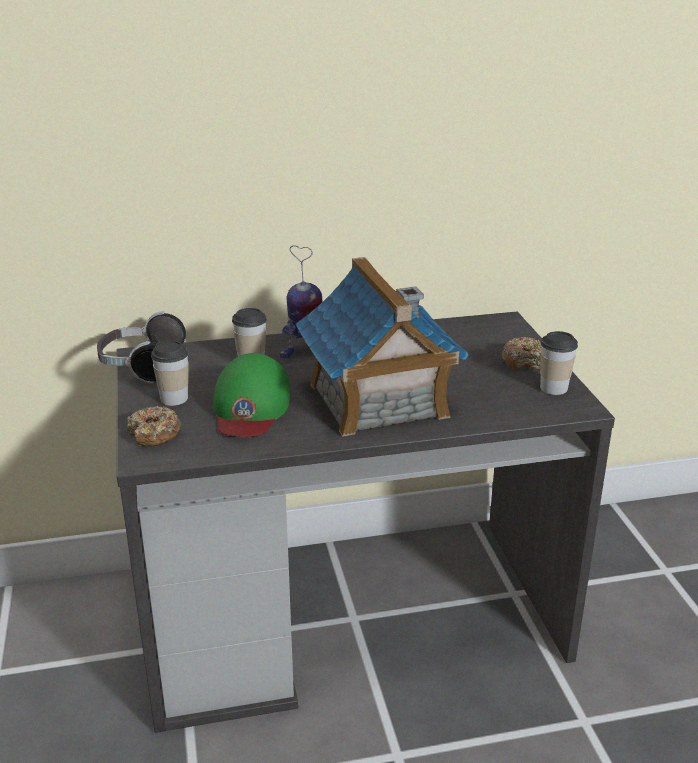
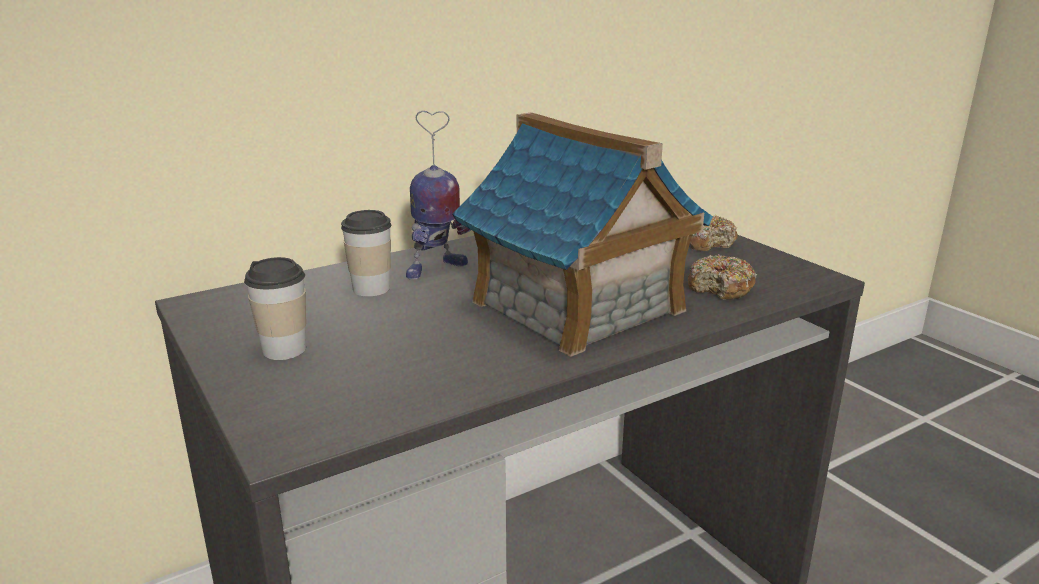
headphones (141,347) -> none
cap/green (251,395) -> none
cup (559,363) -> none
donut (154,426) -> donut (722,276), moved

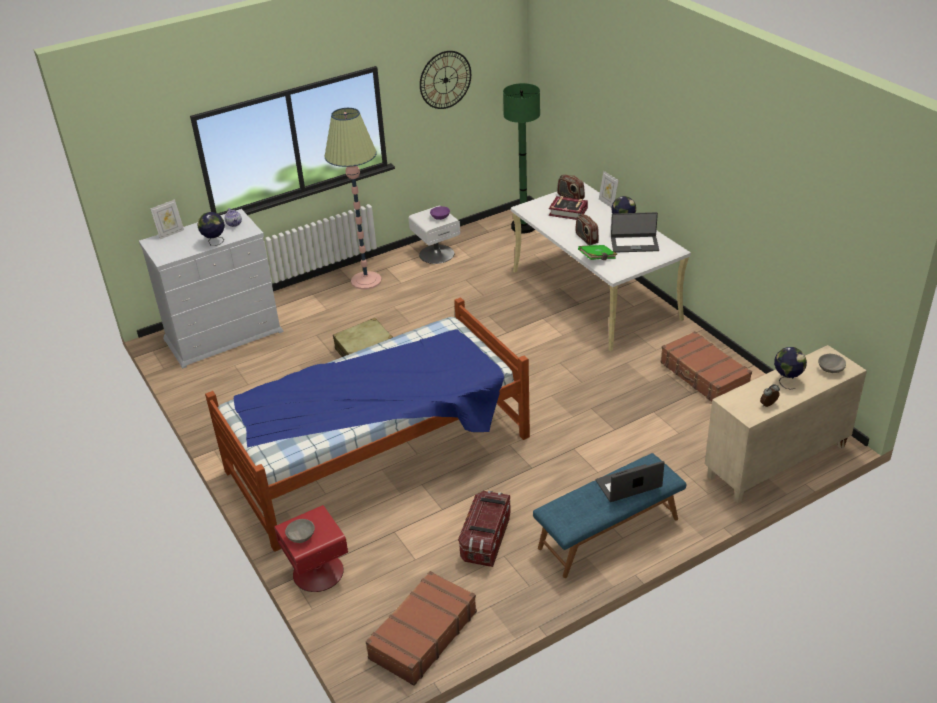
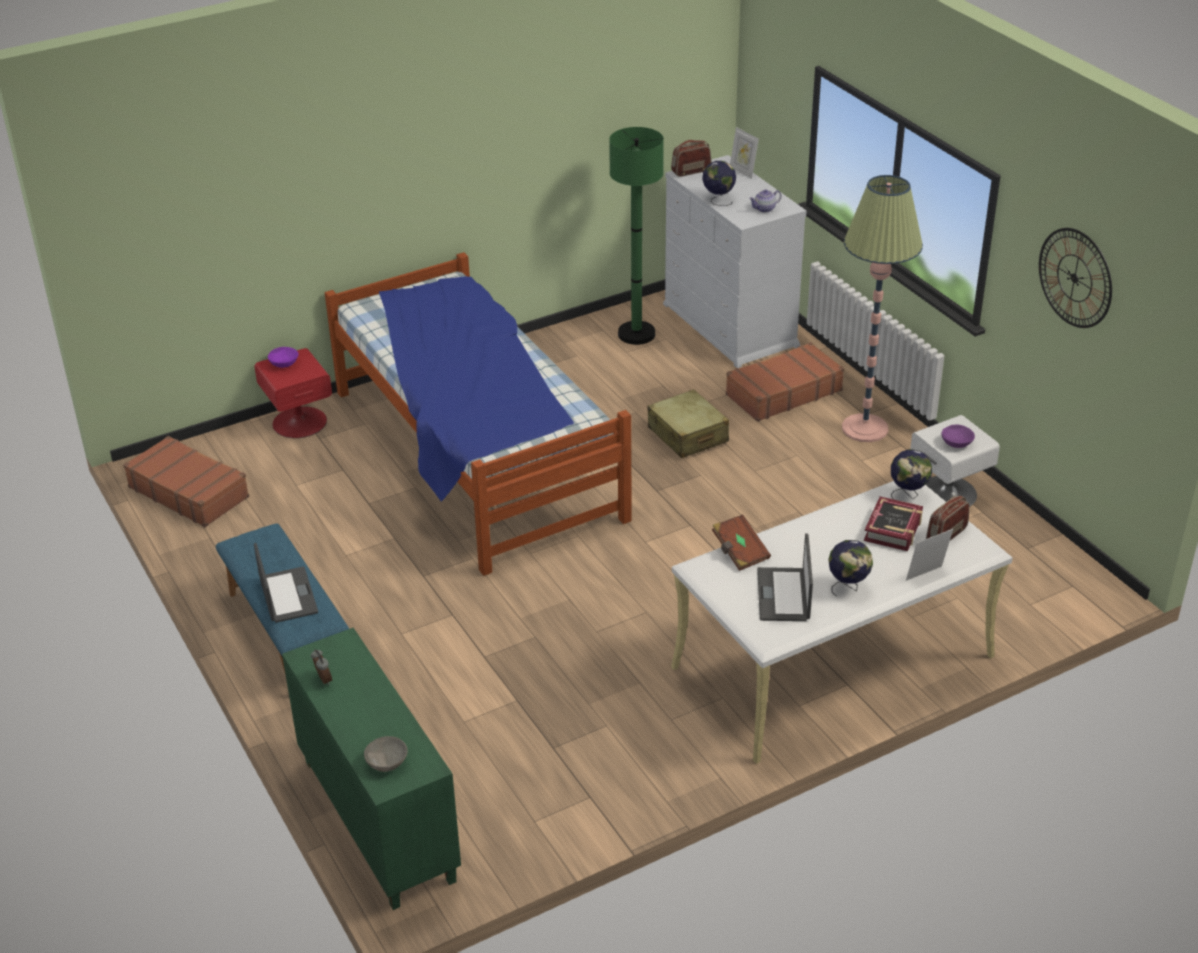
storage box (484,529) -> none
floor lamp/green (521,158) -> floor lamp/green (636,236), moved
radio (587,229) -> radio (691,158), moved
suitcase/brown (706,366) -> suitcase/brown (785,382), moved
globe (790,368) -> globe (911,474), moved
bowl/grey (300,531) -> bowl/purple (283,357)
book/green (597,252) -> book/brown (741,542)
cabinet/beige (786,424) -> cabinet/green (371,769)

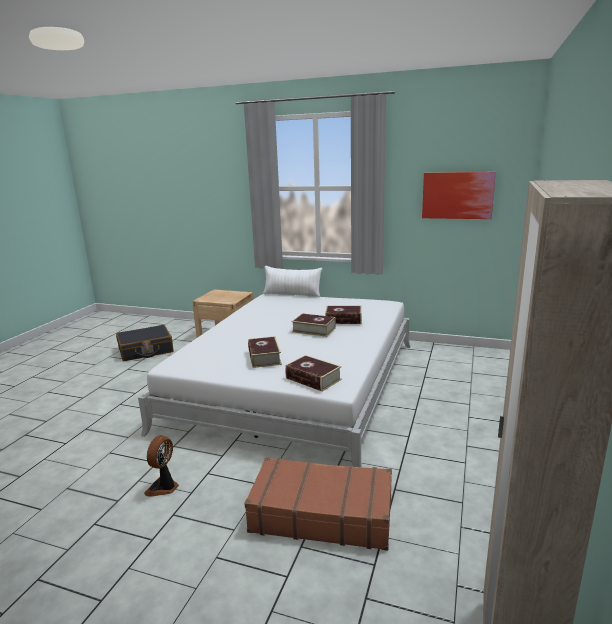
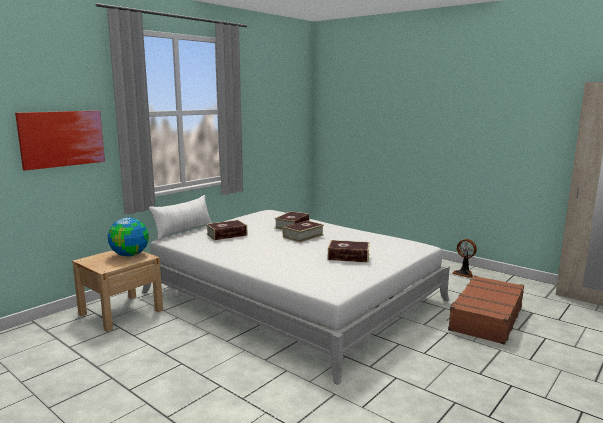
suitcase/black (145,343) -> none
none -> globe (128,237)
fan (161,465) -> fan (464,258), moved
book (313,373) -> book (226,230), moved
picture (459,195) -> picture (60,140), moved

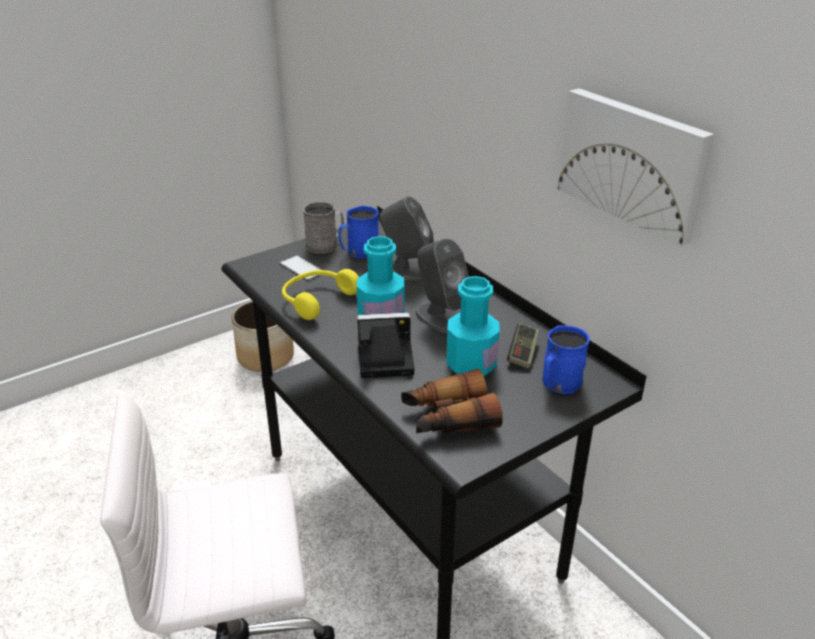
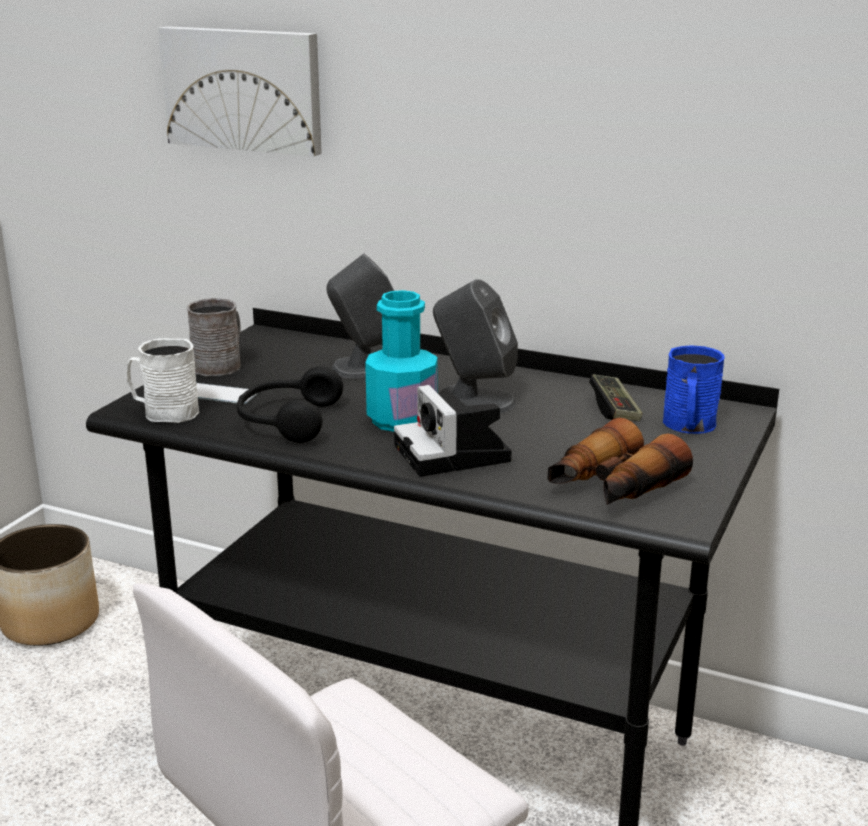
mug/blue (358,232) -> none
bottle/turquoise (473,326) -> none
none -> mug/white (162,380)
picture (636,167) -> picture (240,91), moved
headphones/yellow (320,294) -> headphones/black (290,404)
photo camera (385,345) -> photo camera (453,431), 75 degrees counterclockwise

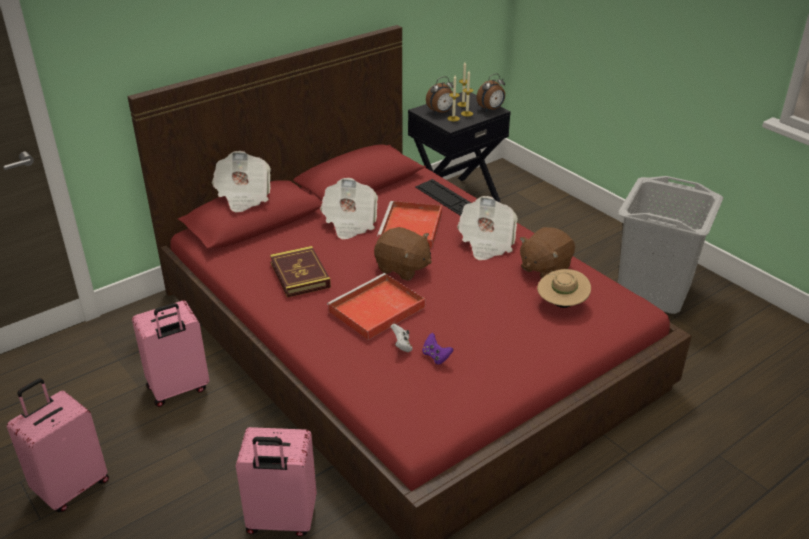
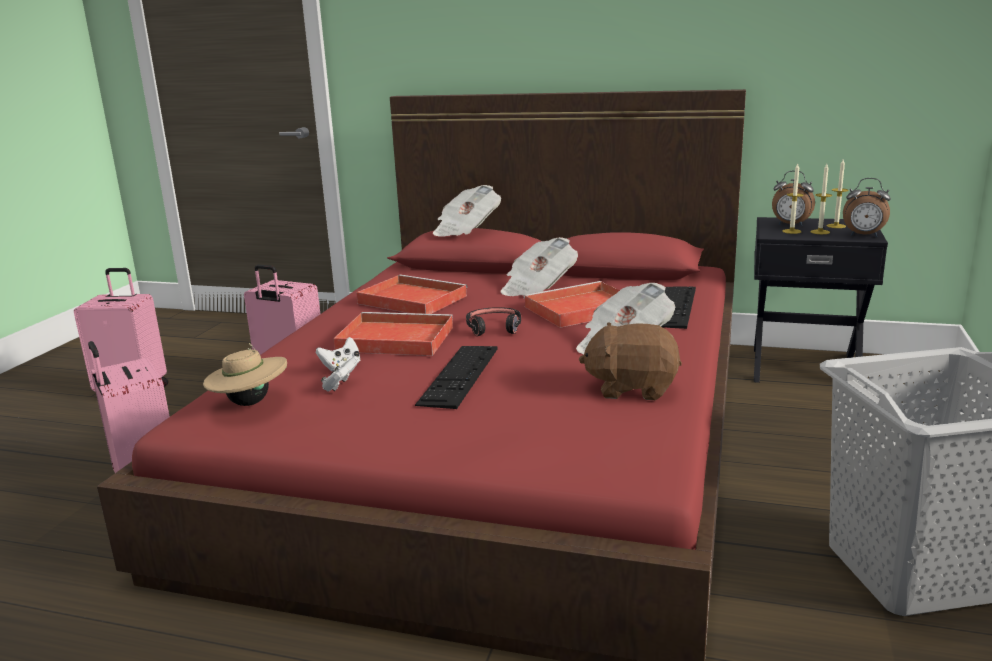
none -> keyboard (456,377)
hat/beige (564,288) -> hat/beige (245,374), moved
book (300,272) -> tray/red (412,294)
plush toy/brown (403,254) -> headphones/black (493,321)
game controller/purple (437,349) -> game controller/white (340,373)

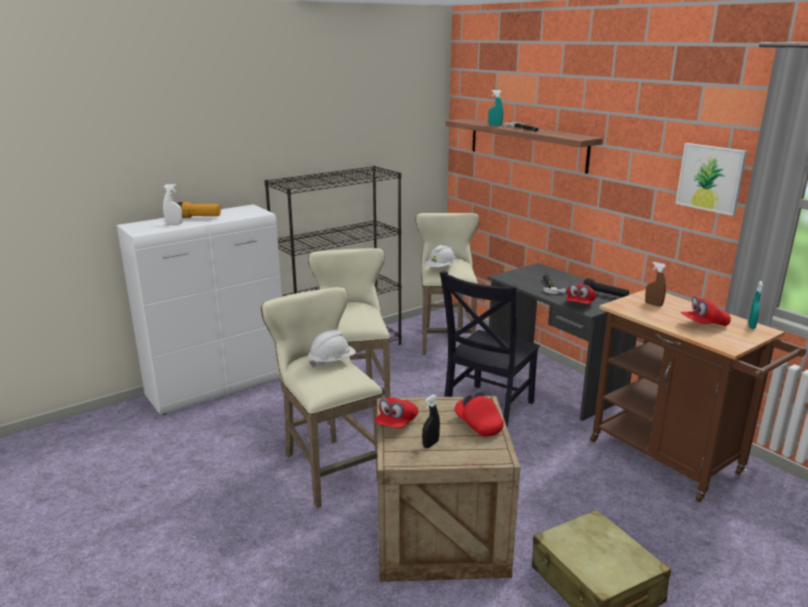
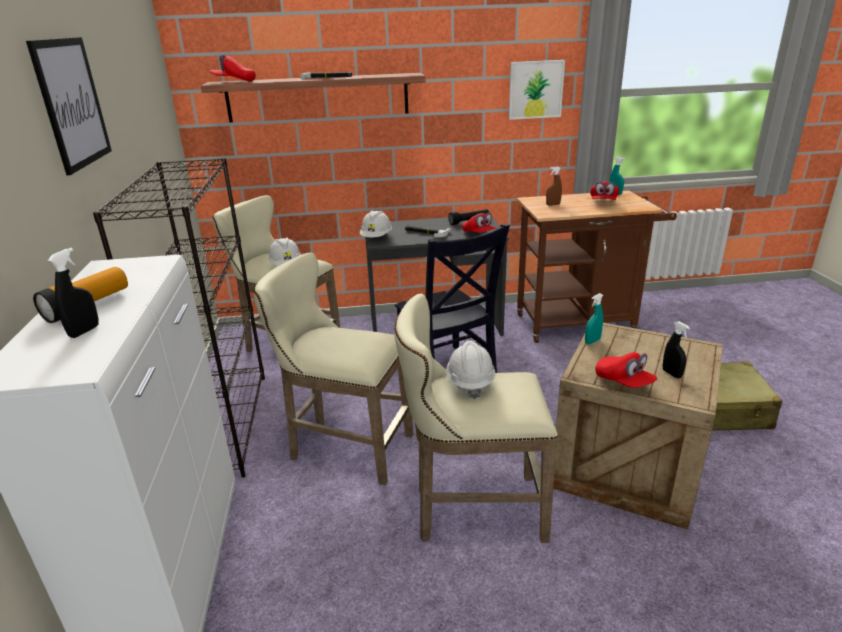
none -> picture (69,106)
none -> hard hat/white (376,224)
cap/red (479,413) -> cap/red (233,68), moved
spray bottle/turquoise (495,108) -> spray bottle/turquoise (594,318), moved
spray bottle/white (173,204) -> spray bottle/black (73,293)

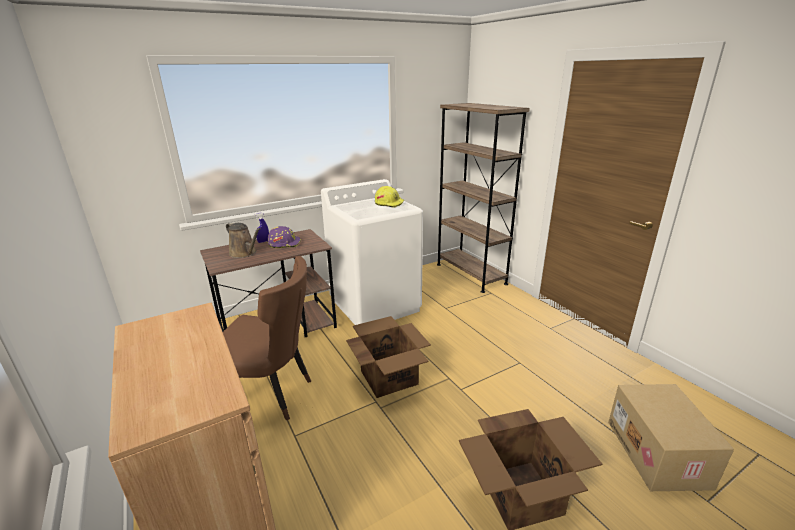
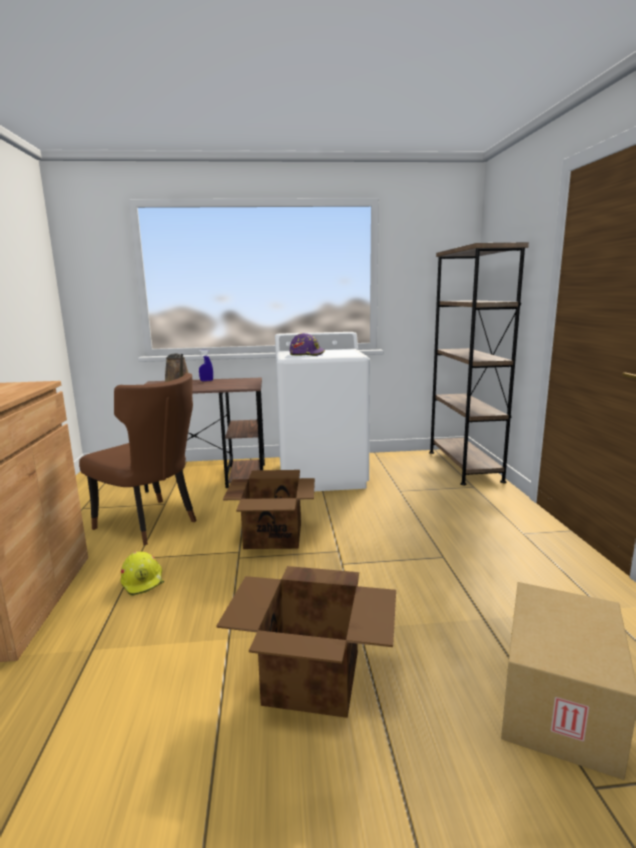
hard hat/purple (284,237) -> hard hat/purple (307,344), moved
hard hat/yellow (389,197) -> hard hat/yellow (142,573), moved

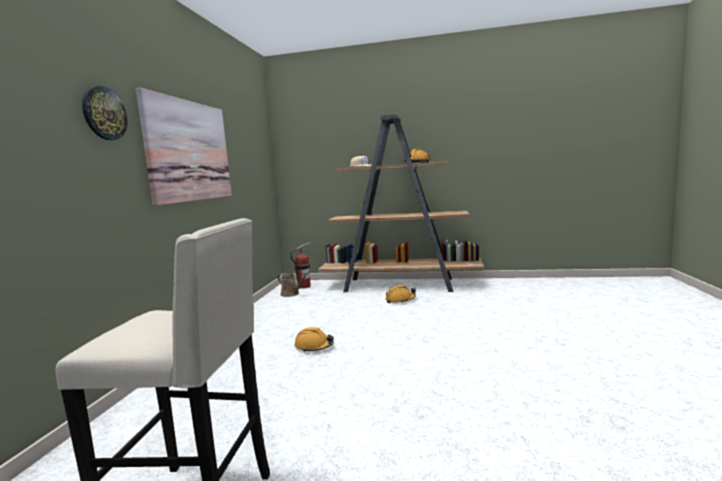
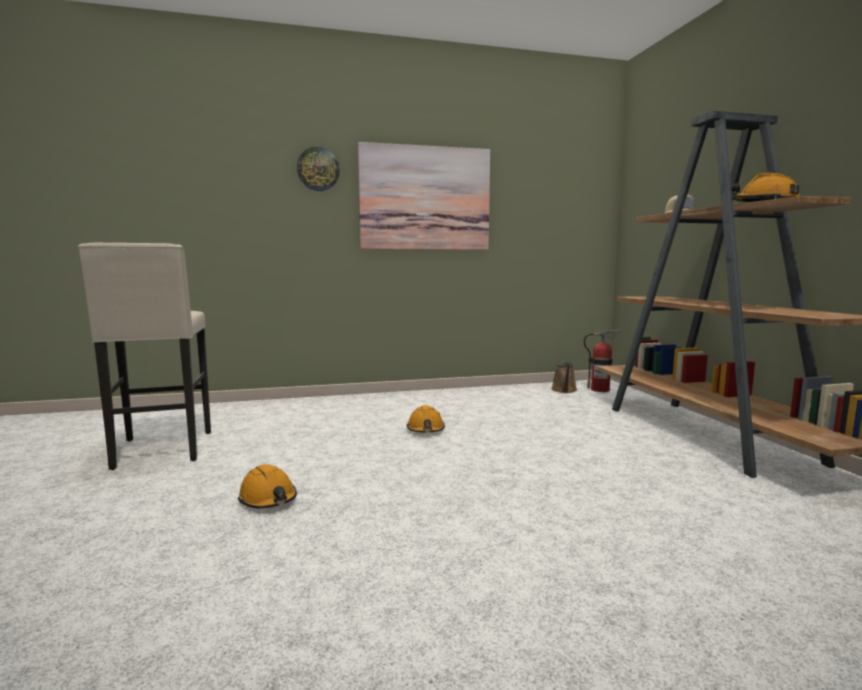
hard hat/orange (401,294) -> hard hat/orange (267,486), moved

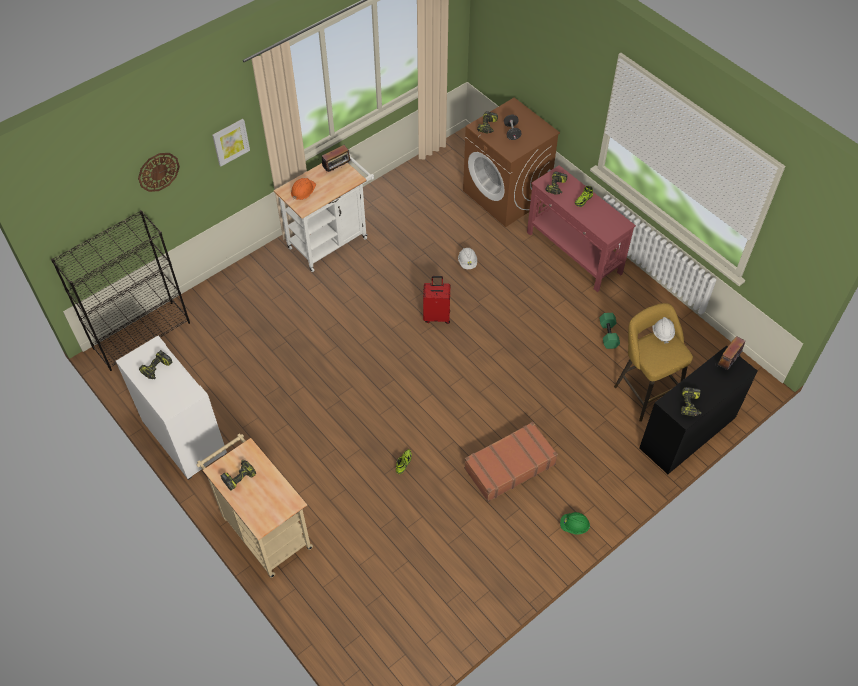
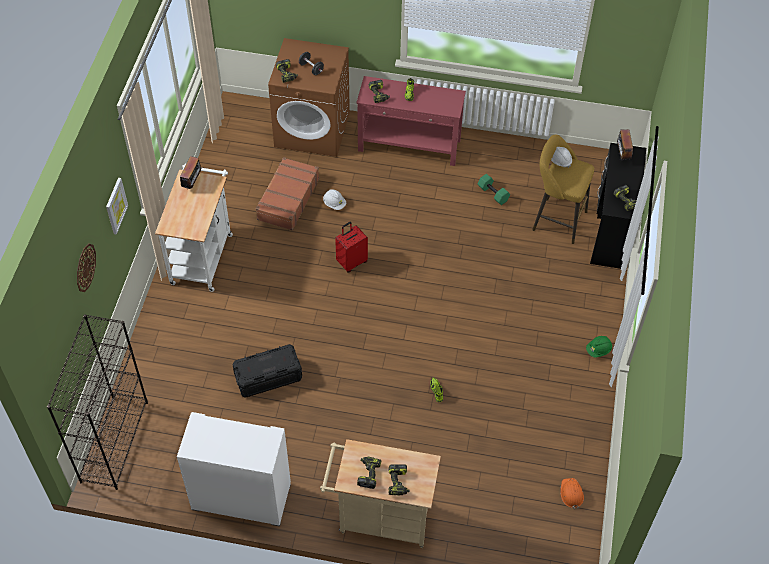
none -> storage box/black (267,371)
power drill (156,364) -> power drill (398,479), moved
hard hat/orange (303,189) -> hard hat/orange (572,493), moved
suitcase/brown (511,462) -> suitcase/brown (287,194), moved

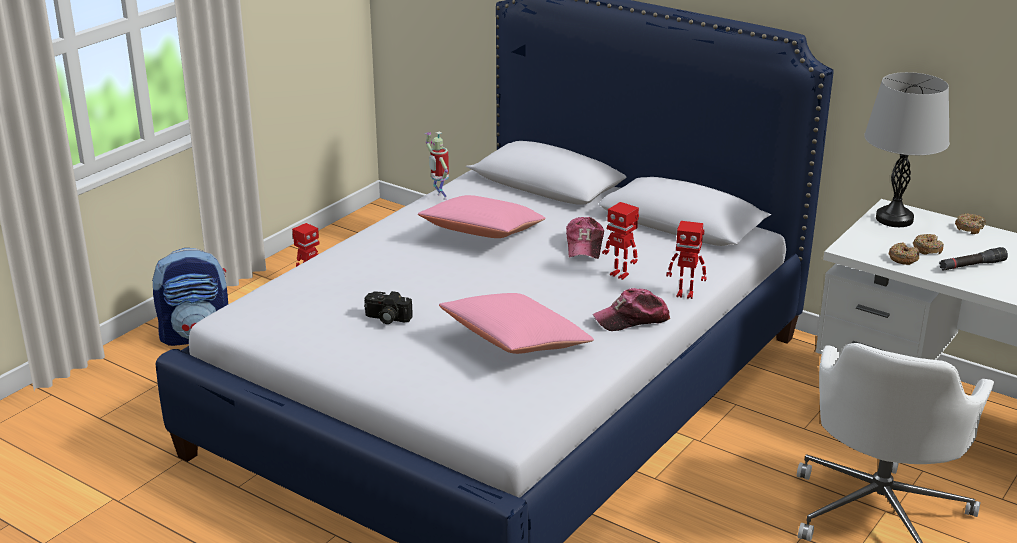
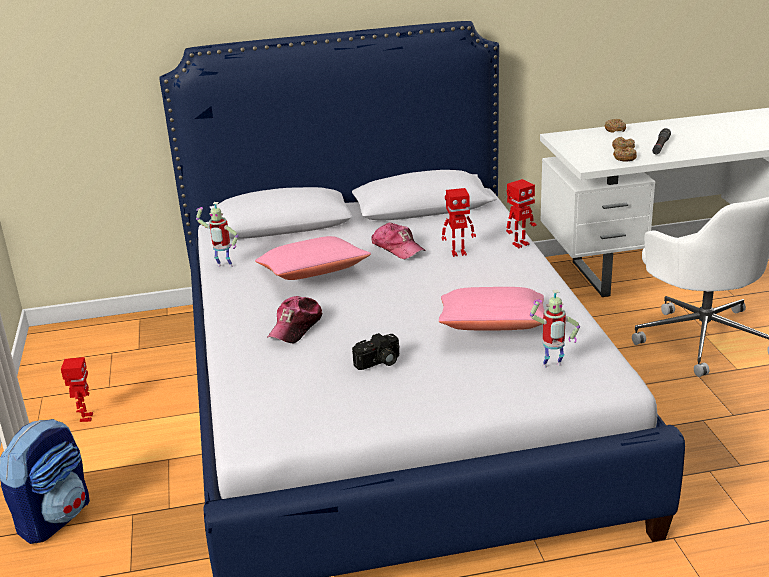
table lamp/grey (907,149) -> none
none -> toy robot (555,328)
cap (631,309) -> cap (294,319), moved

